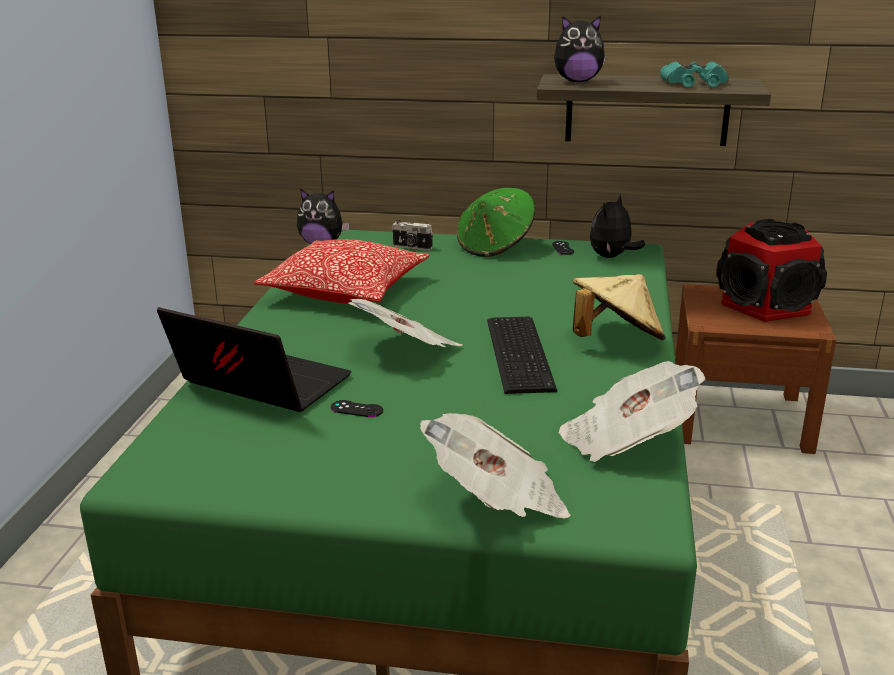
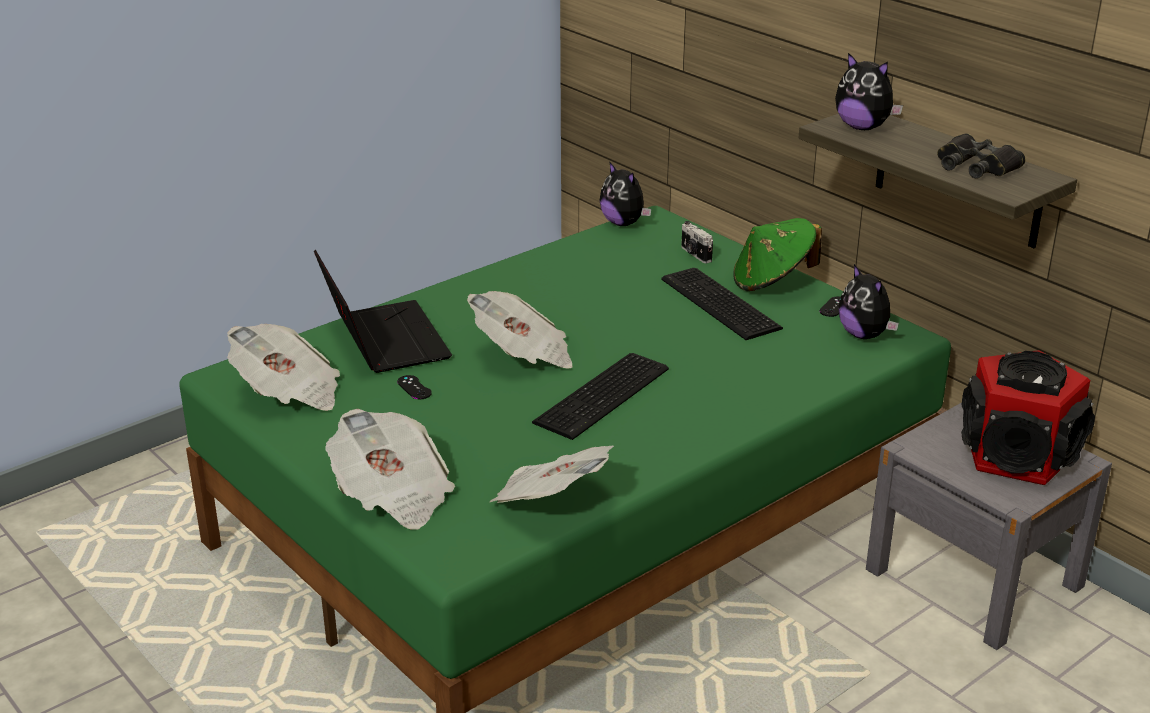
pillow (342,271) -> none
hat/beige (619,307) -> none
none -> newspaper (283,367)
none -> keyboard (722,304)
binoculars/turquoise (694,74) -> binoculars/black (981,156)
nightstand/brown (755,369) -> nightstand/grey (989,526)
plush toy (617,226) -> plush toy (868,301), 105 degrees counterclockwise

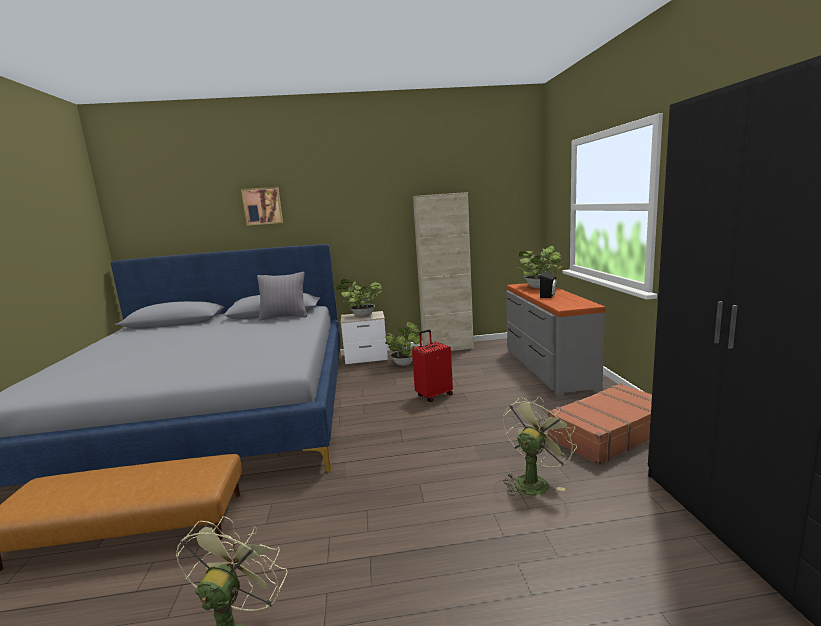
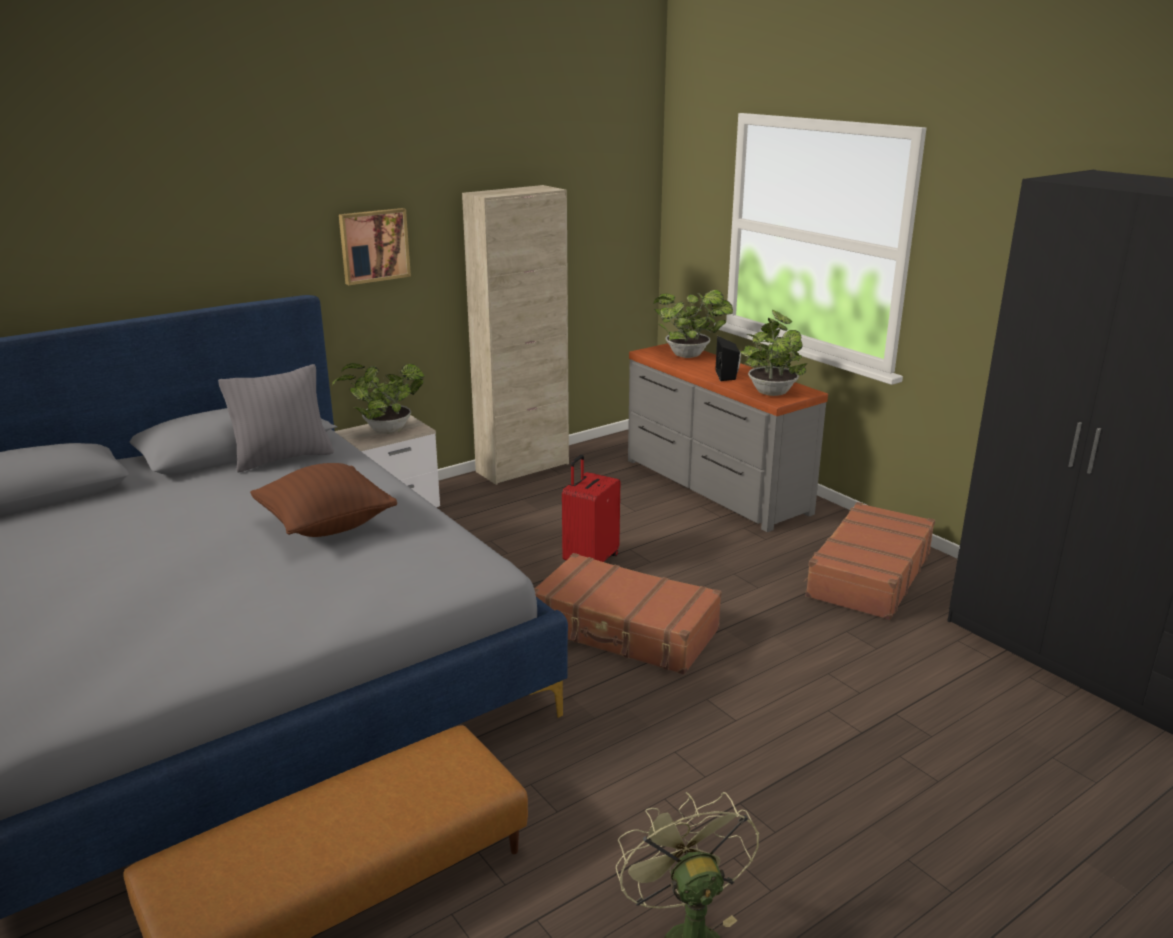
fan/green (540,446) -> none
none -> pillow/brown (323,500)
none -> suitcase/brown (628,614)
picture (262,206) -> picture (375,246), moved
potted plant (403,344) -> potted plant (773,353), moved

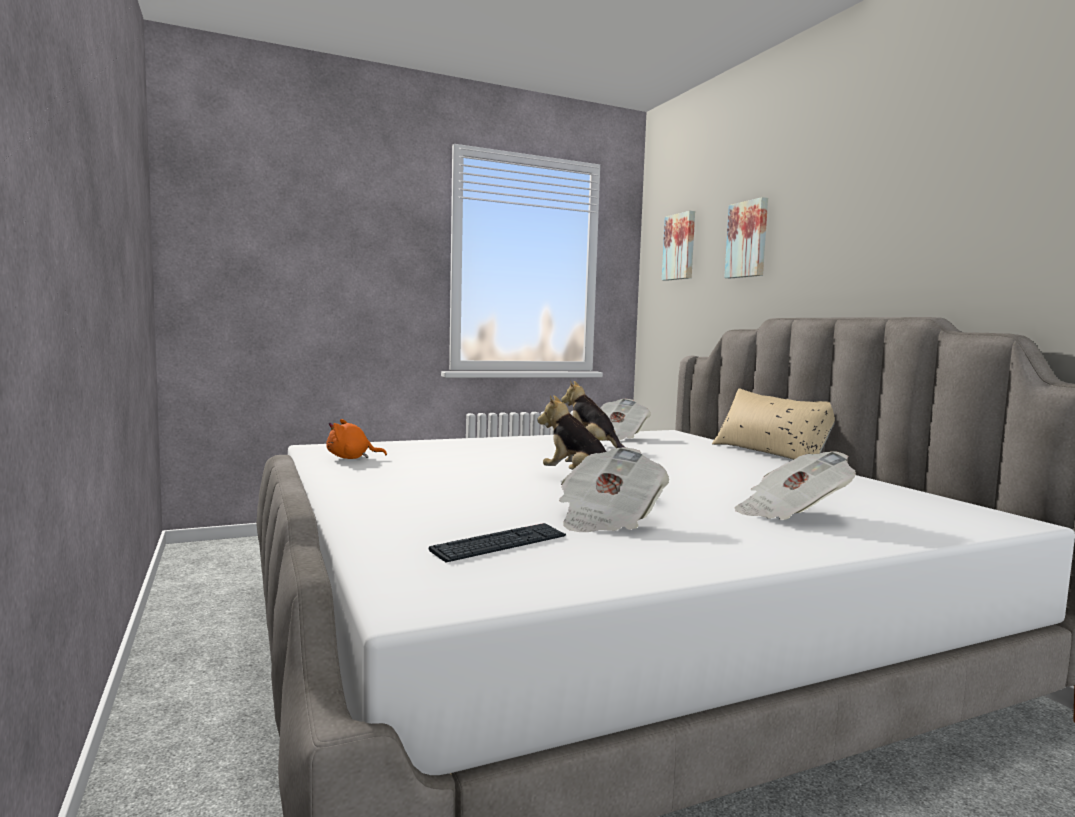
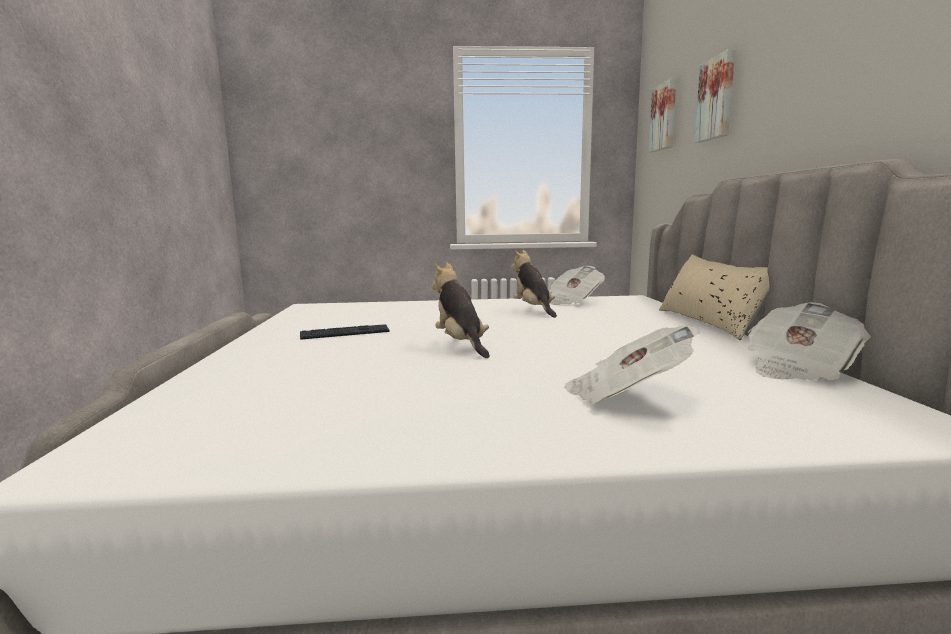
plush toy/orange (356,439) -> none
keyboard (497,542) -> keyboard (345,332), moved
newspaper (614,489) -> newspaper (809,341), moved

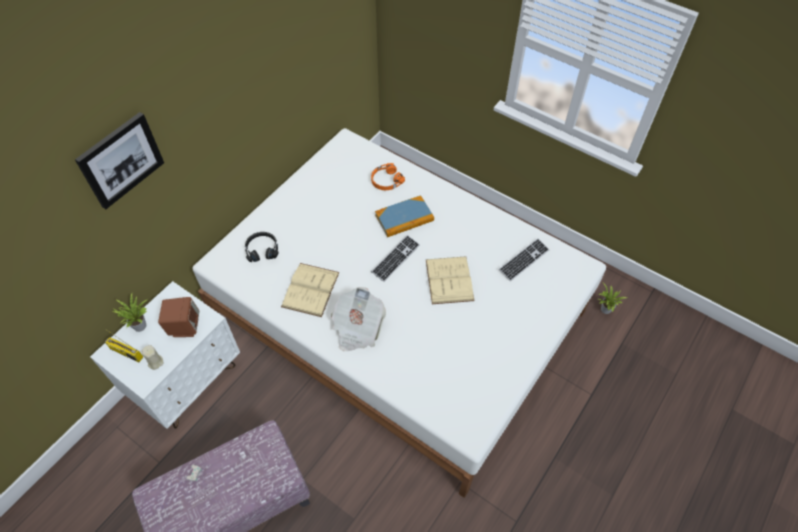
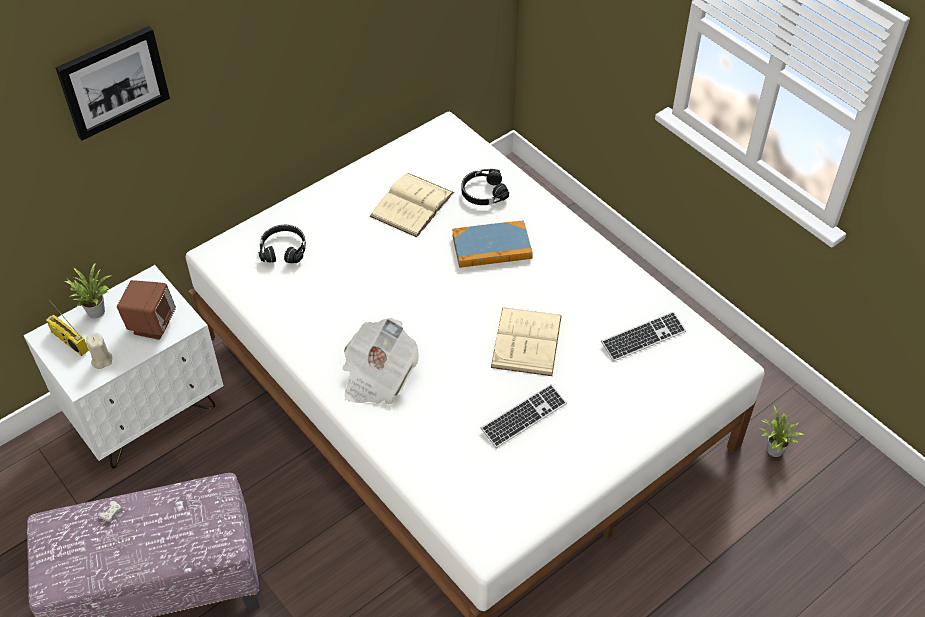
book/beige (310,290) -> book/beige (412,205), moved
keyboard (395,258) -> keyboard (524,416), moved
headphones/orange (388,176) -> headphones/black (485,187)

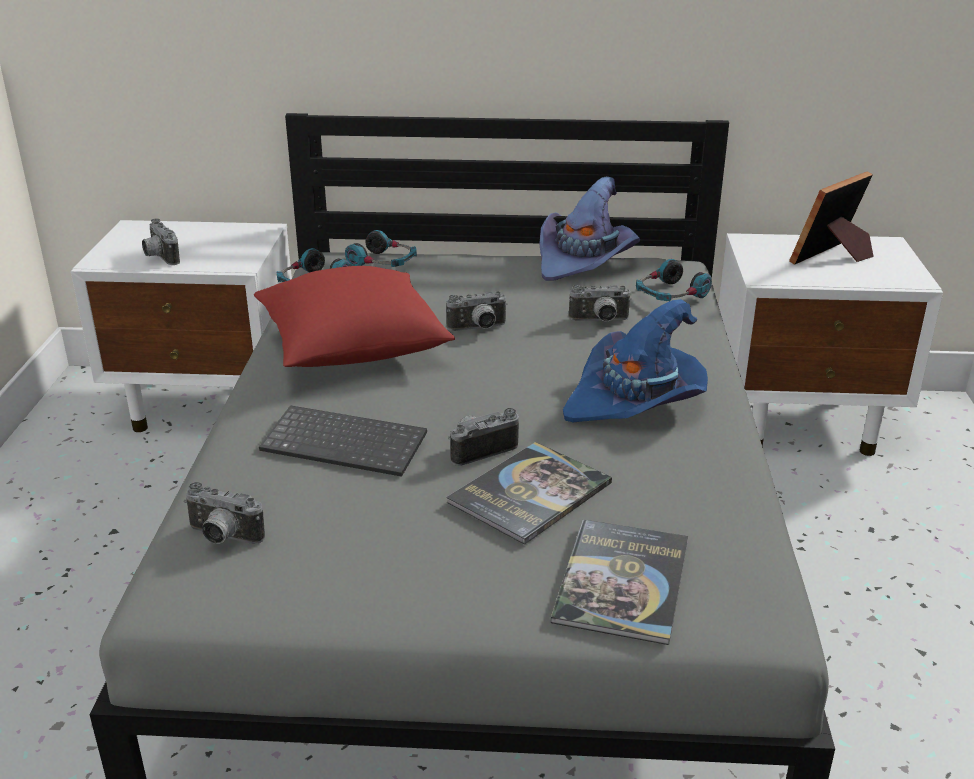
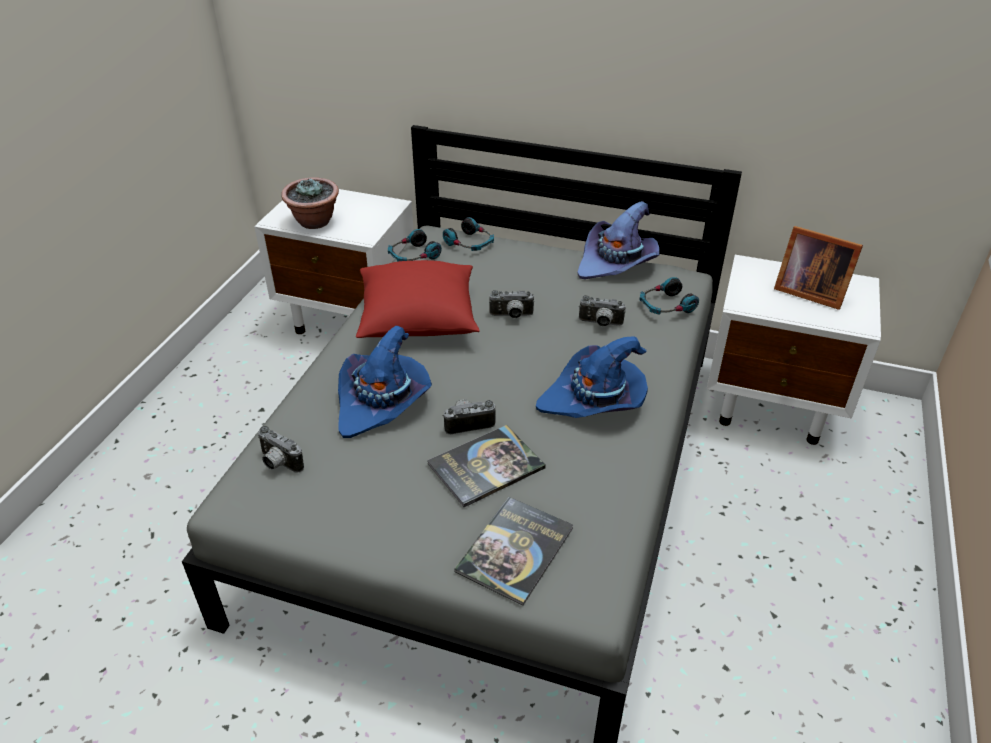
photo camera (161,242) -> potted plant (310,203)
keyboard (343,441) -> hat/blue (385,382)
picture frame (831,218) -> picture frame (818,268), 120 degrees counterclockwise

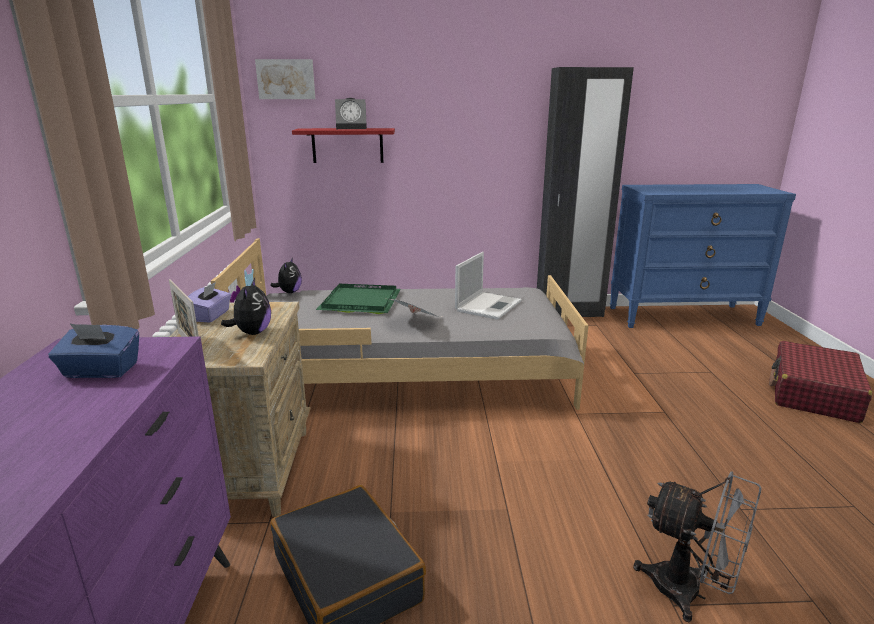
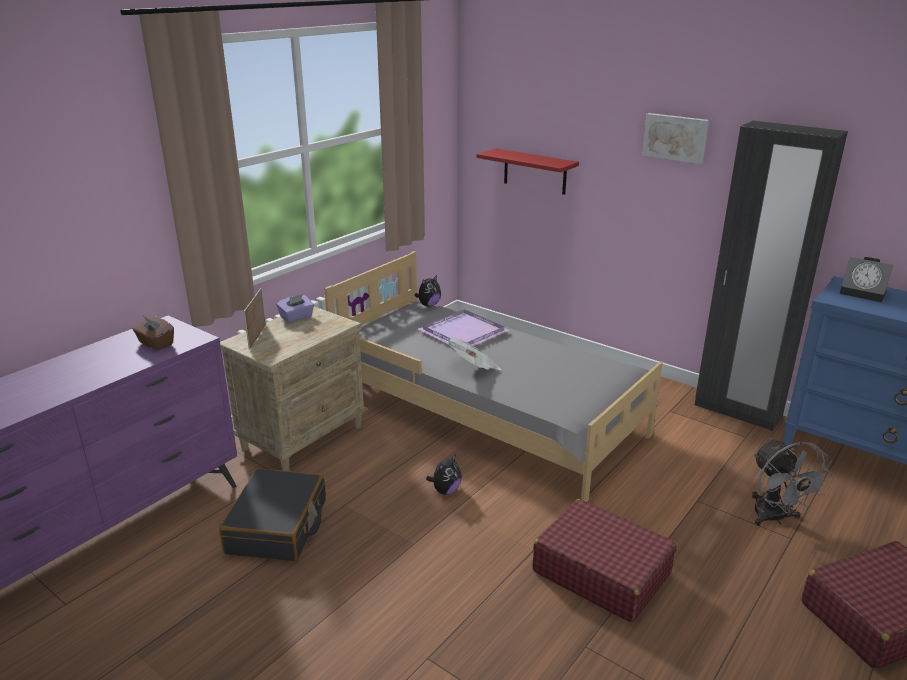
laptop (488,286) -> none
none -> suitcase/red (604,560)
plush toy (246,306) -> plush toy (444,474), moved
picture (285,79) -> picture (675,138), moved
alarm clock (351,113) -> alarm clock (867,279), moved
fan/grey (697,546) -> fan/grey (793,482), moved
tissue box/blue (93,351) -> tissue box/brown (153,333)
tray/green (358,299) -> tray/purple (464,327)

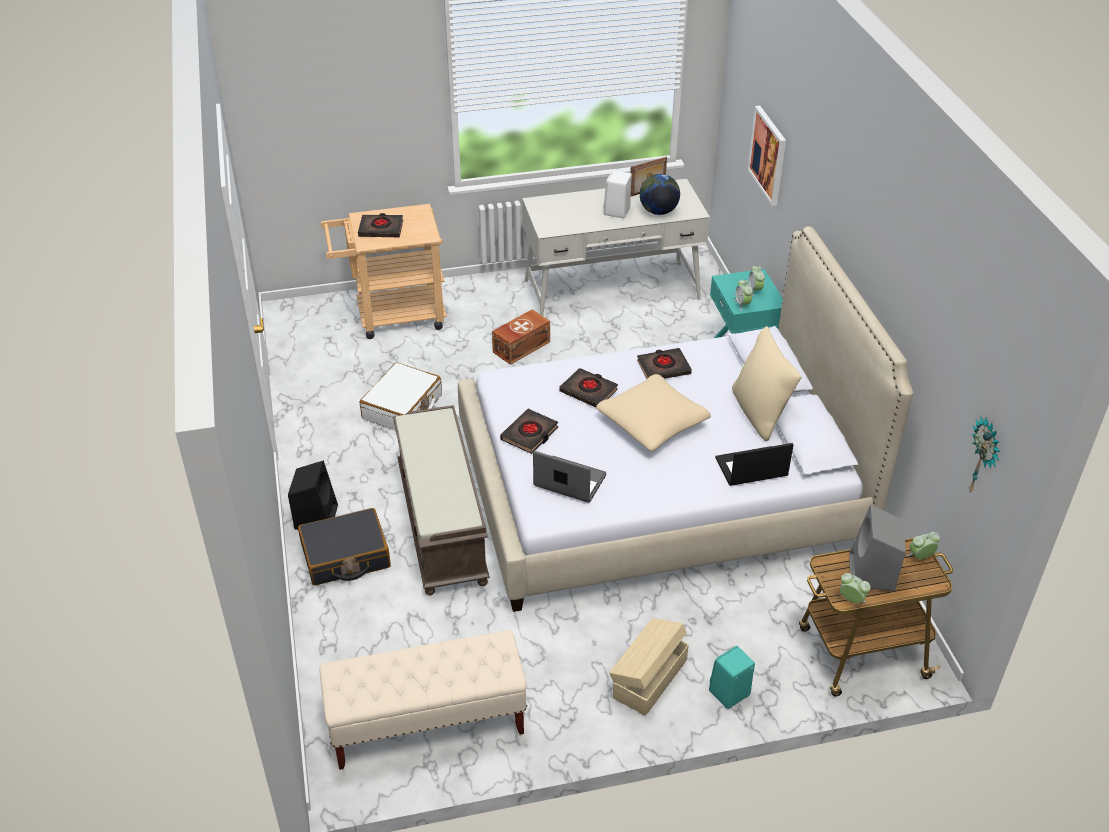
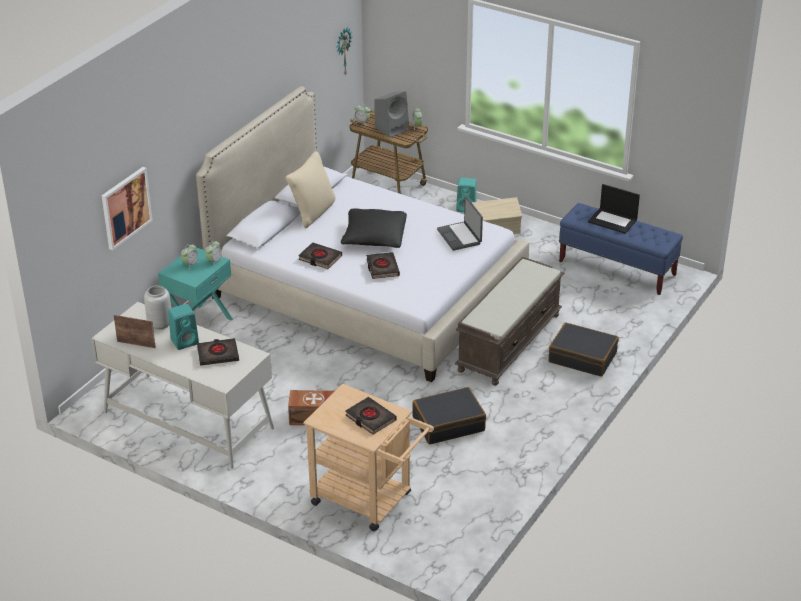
speaker/black (313,495) -> none
book/black (529,431) -> book/black (218,352), moved
laptop (754,464) -> laptop (614,209), moved
globe (660,194) -> vase/grey (157,307)
bench/beige (423,700) -> bench/blue (621,249)
suitcase/white (401,396) -> suitcase/black (449,415)
pillow/beige (653,413) -> pillow/black (374,228)
speaker/white (617,194) -> speaker/turquoise (183,327)

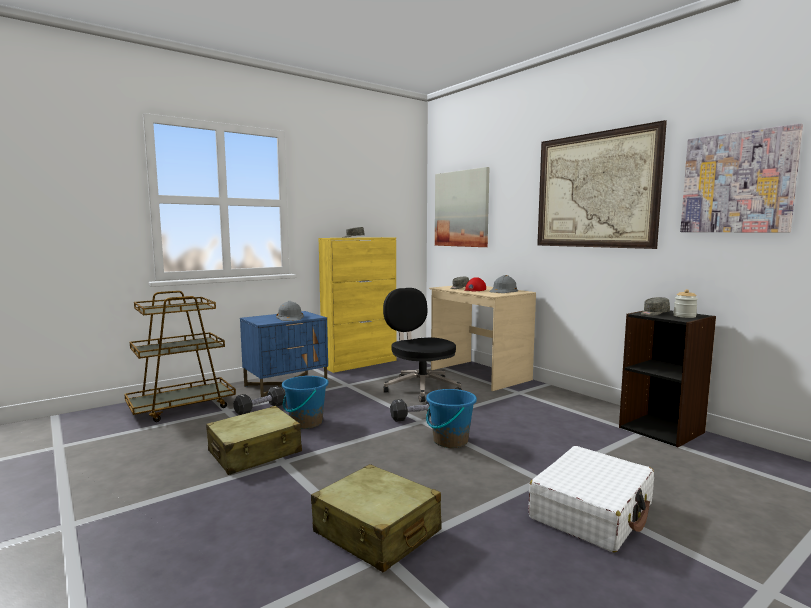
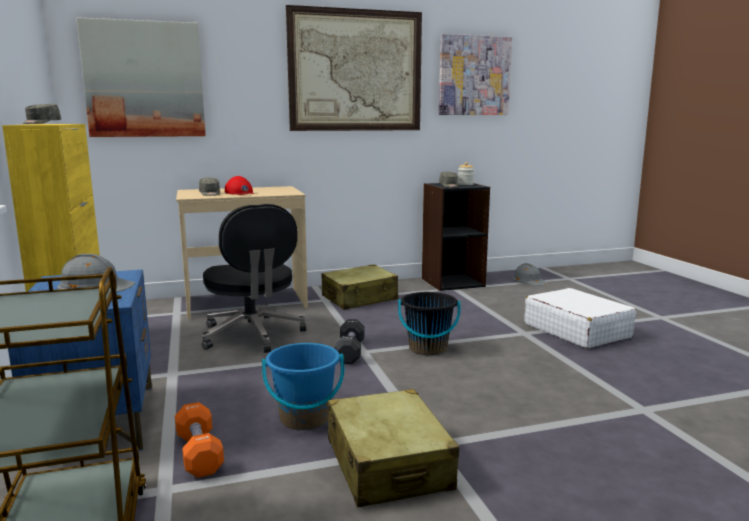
suitcase/beige (376,518) -> suitcase/beige (359,287), moved
hard hat/grey (503,284) -> hard hat/grey (530,274), moved
dumbbell/black (259,400) -> dumbbell/orange (199,440)
bucket/blue (451,418) -> bucket/black (429,323)
office chair/black (422,345) -> office chair/black (254,278), 105 degrees counterclockwise

